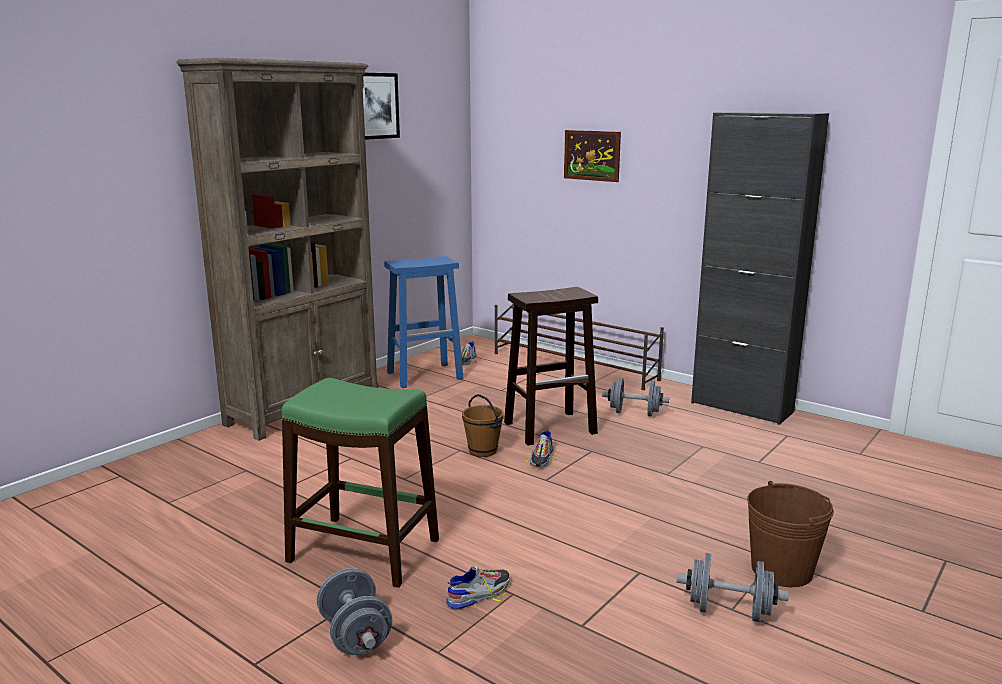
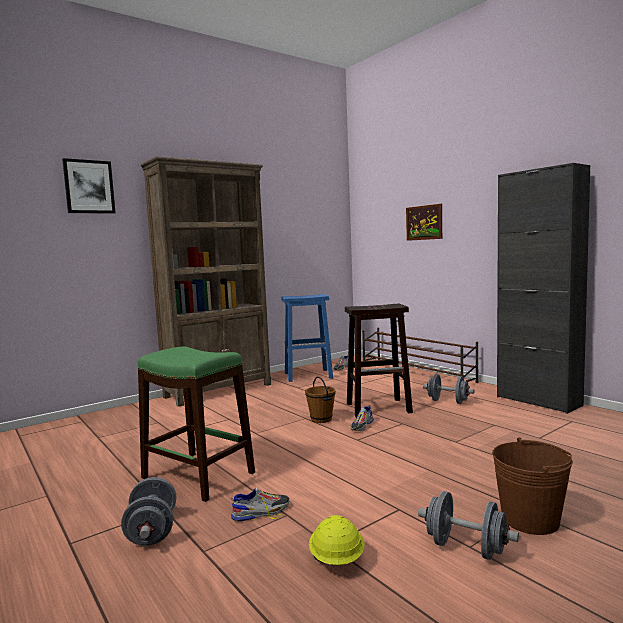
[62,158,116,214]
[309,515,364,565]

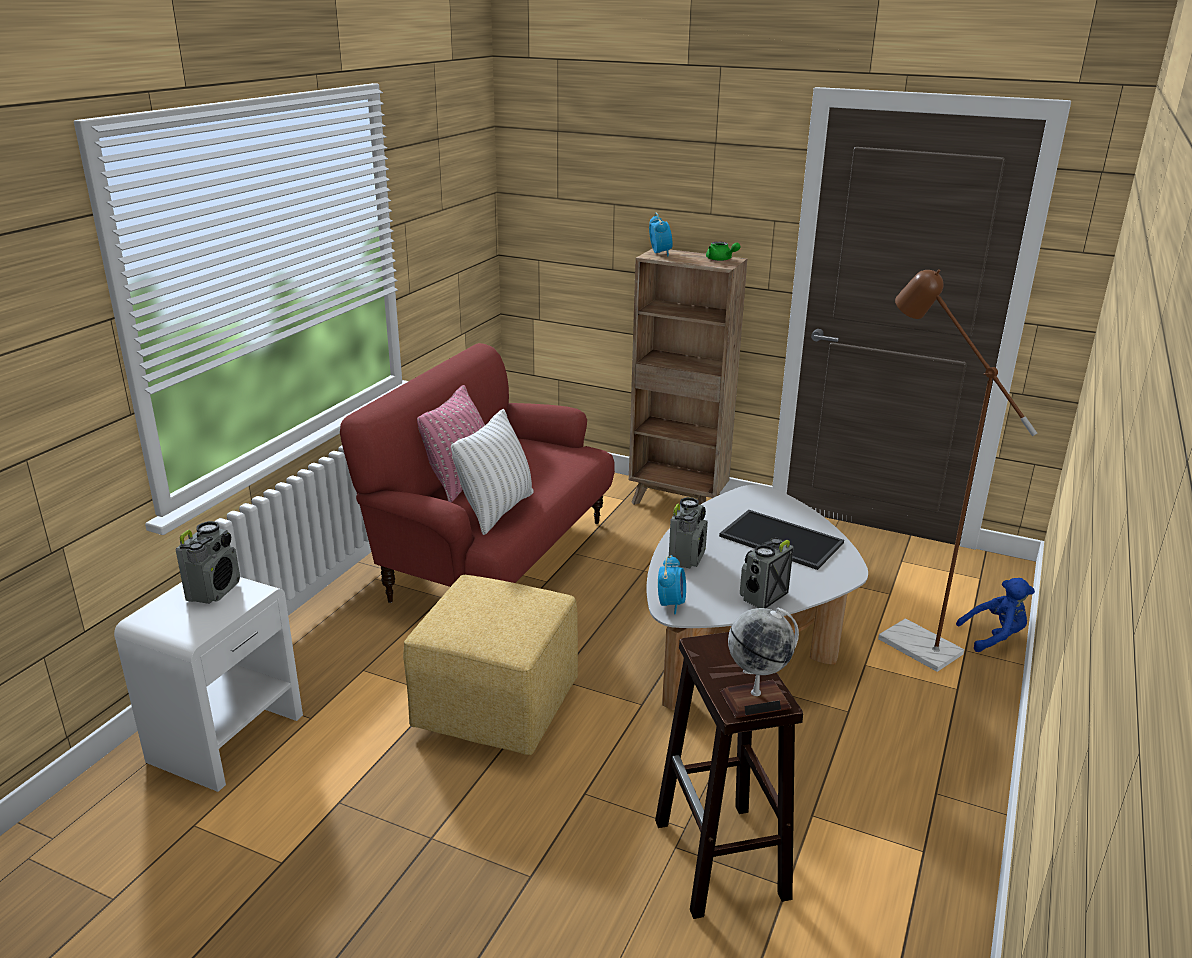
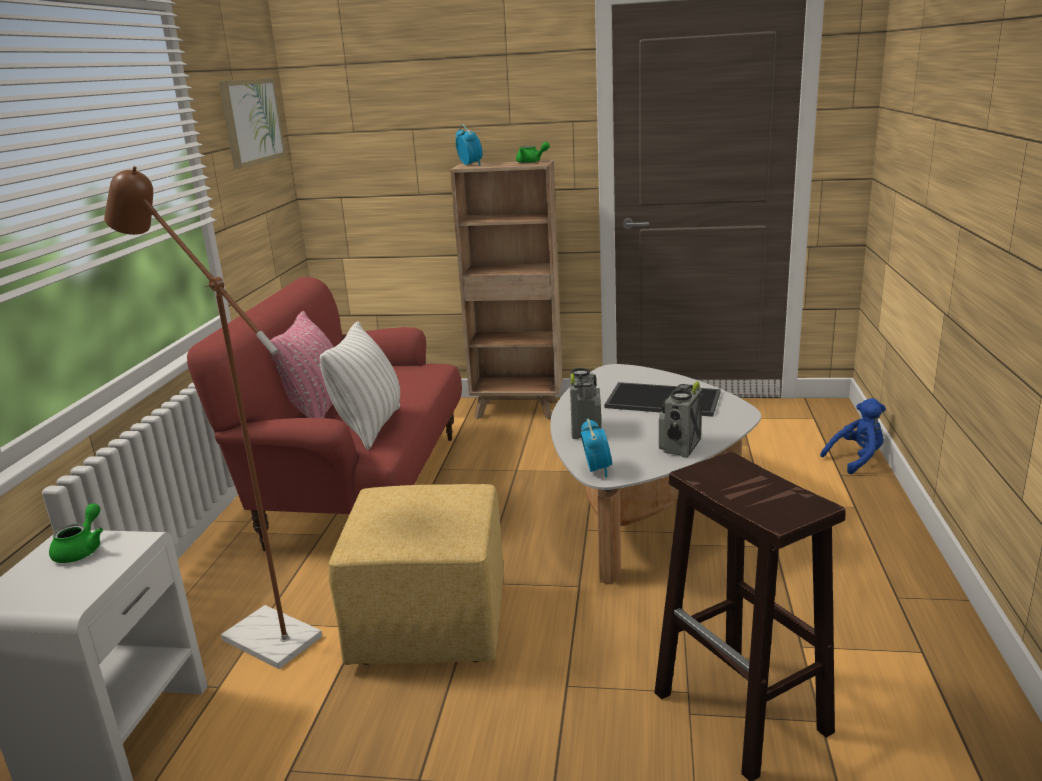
[49,503,103,563]
[720,608,799,718] (first image)
[104,166,322,669]
[219,78,286,169]

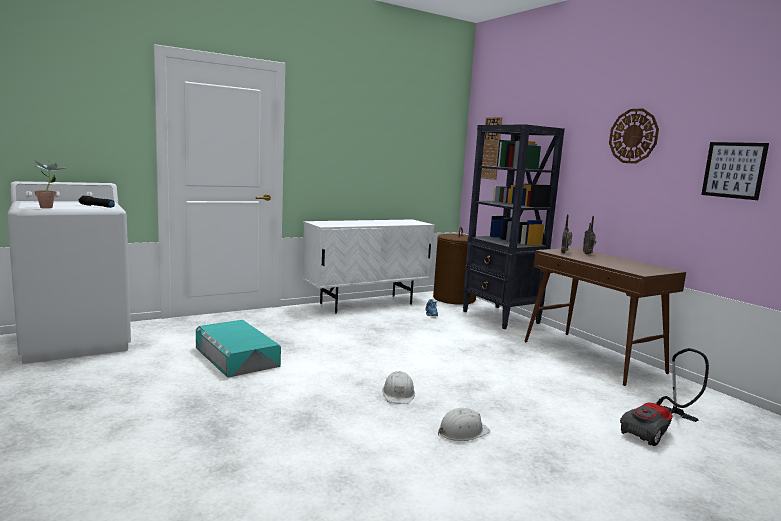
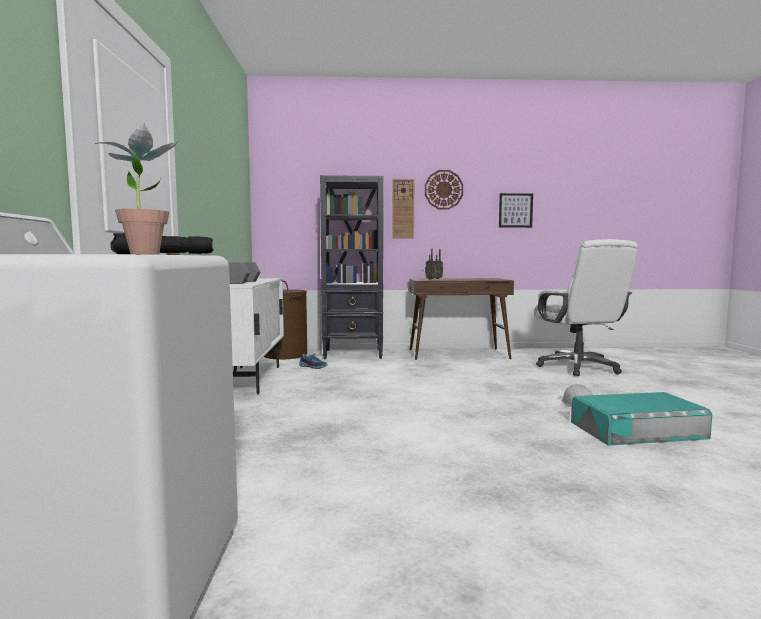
[571,392,712,445]
[382,371,415,404] (first image)
[392,179,414,238]
[534,239,638,376]
[228,262,260,284]

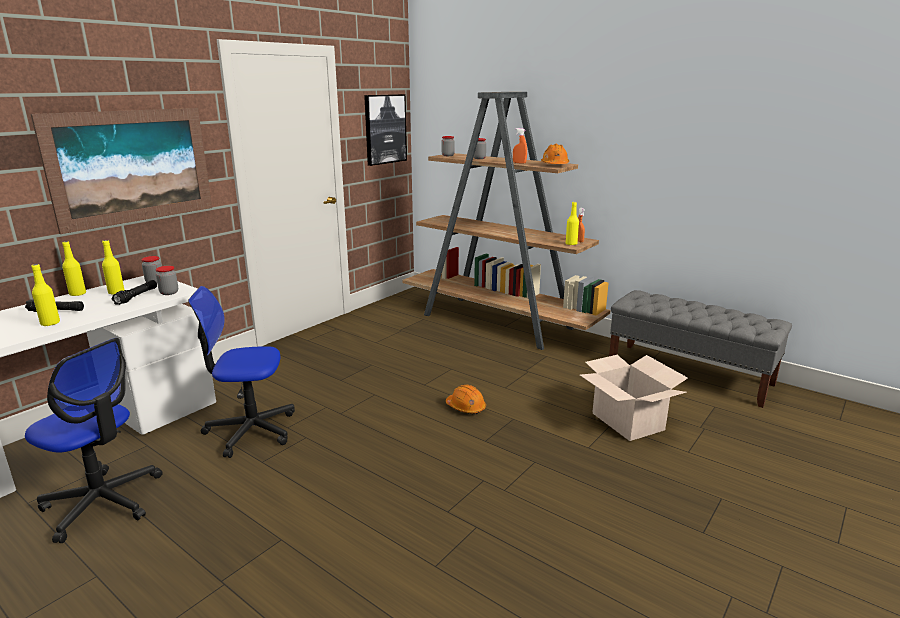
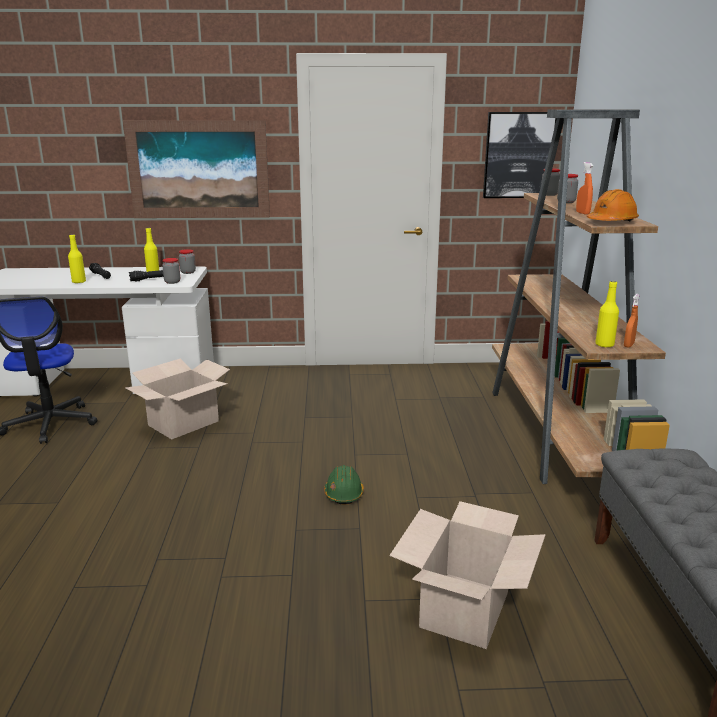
[62,241,86,296] (first image)
[125,359,230,439]
[324,465,364,505]

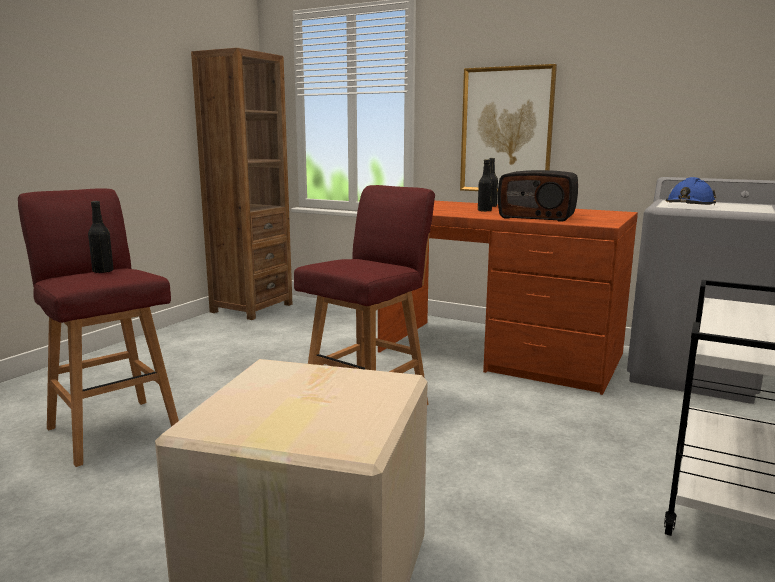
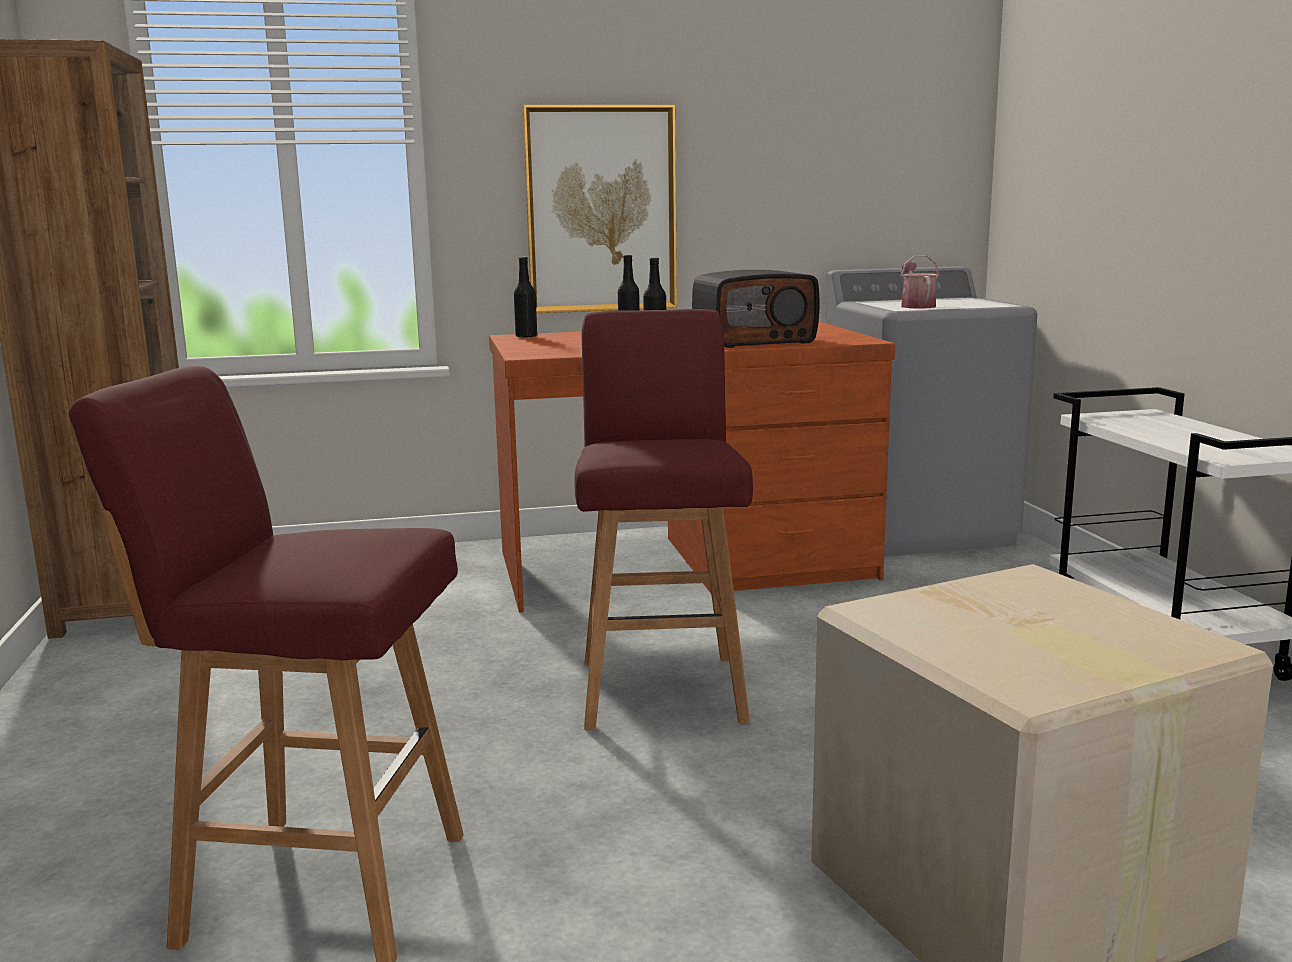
[514,257,537,338]
[901,255,940,308]

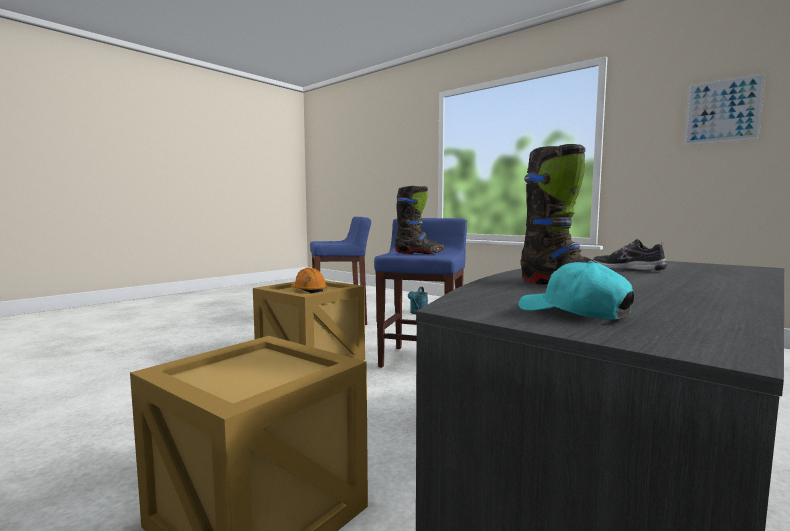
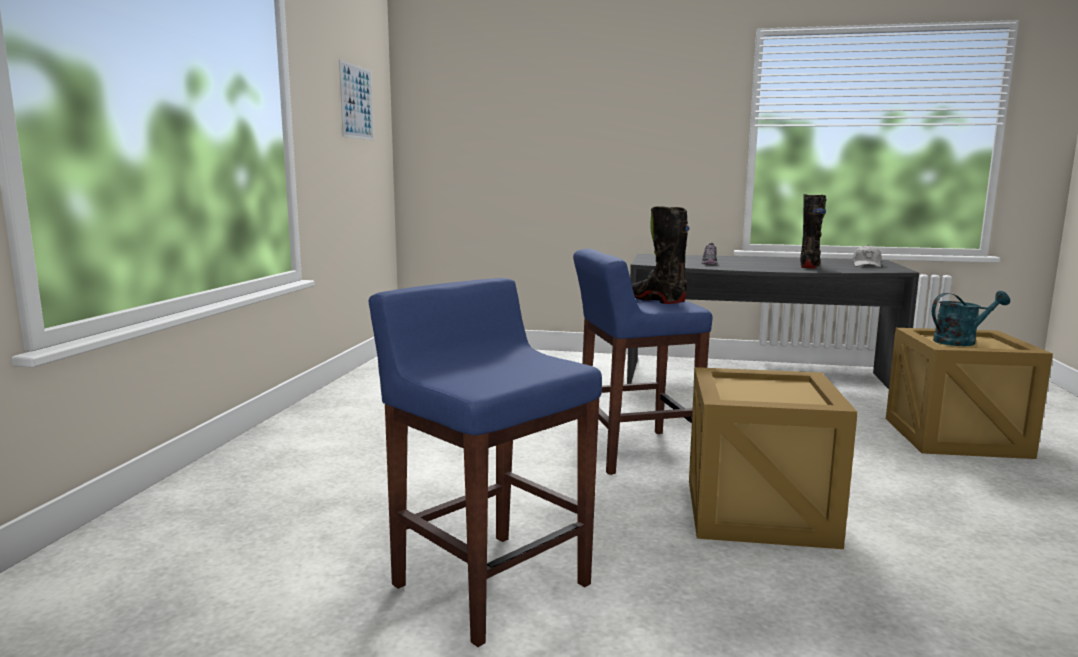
[291,267,327,293] (first image)
[932,291,1010,346]
[852,245,882,267]

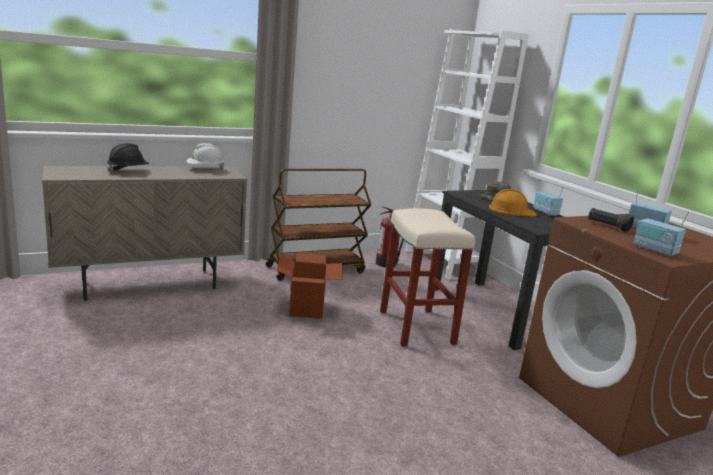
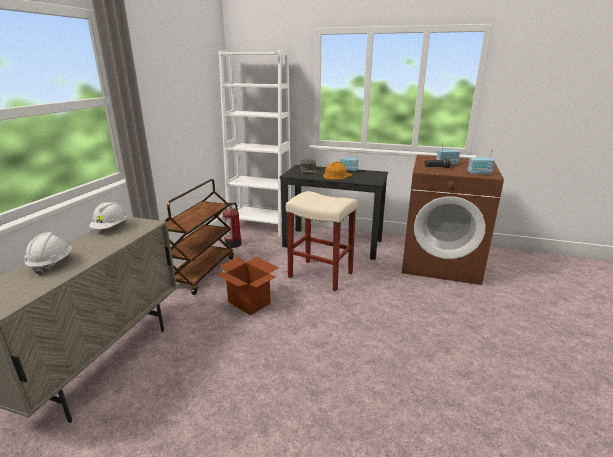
[25,232,72,275]

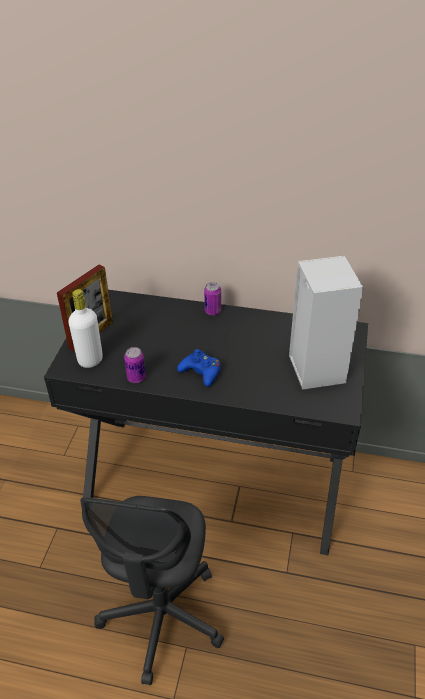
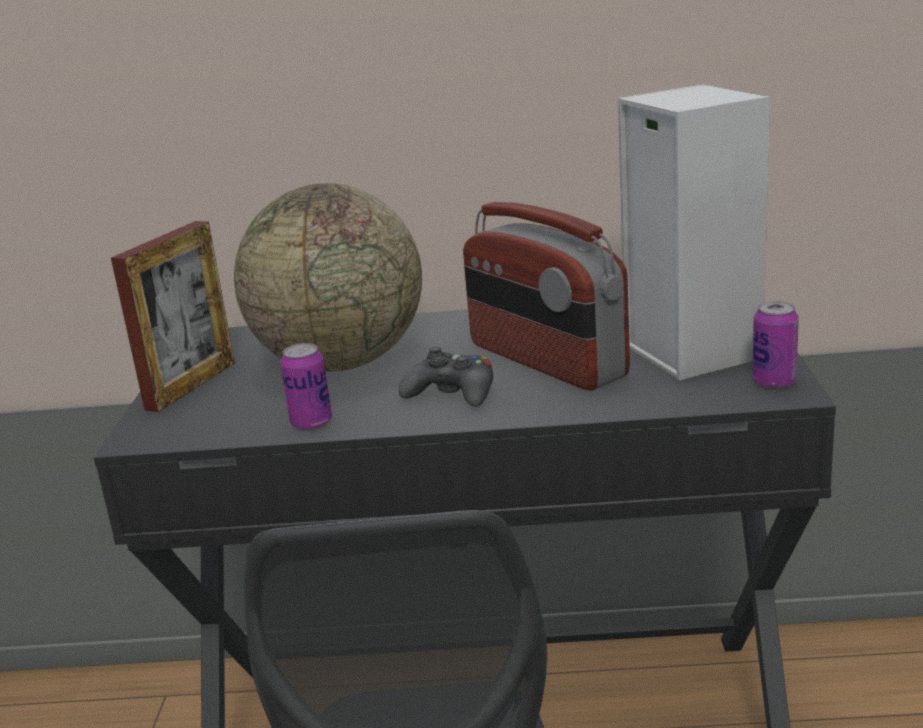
[69,289,103,368] (first image)
[398,347,493,407]
[752,301,799,389]
[234,183,422,372]
[463,202,630,390]

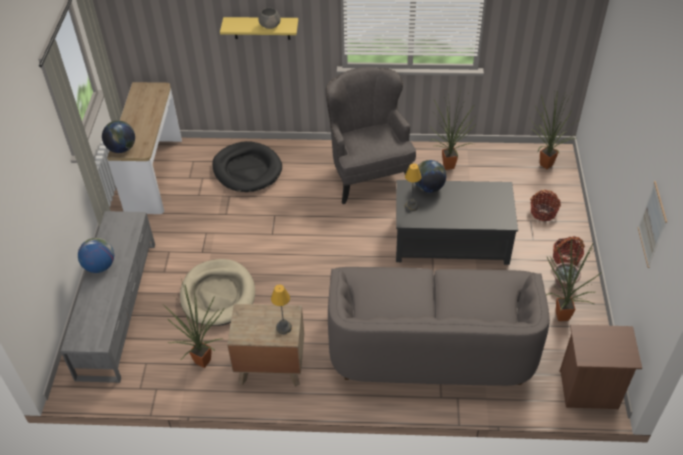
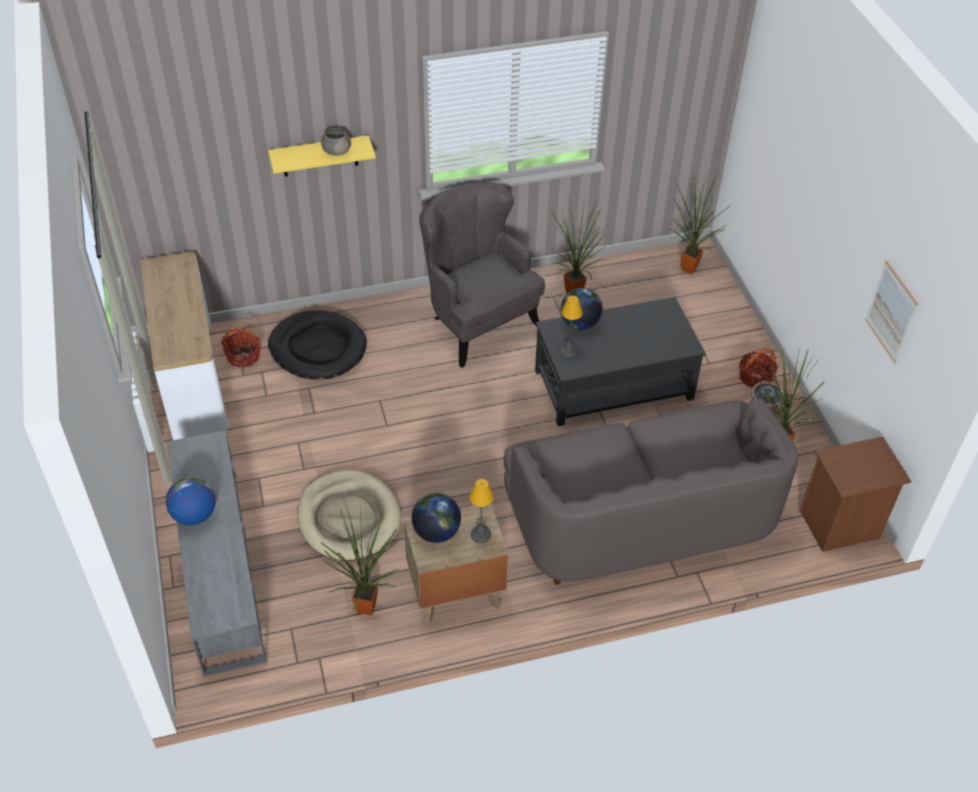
[412,493,461,543]
[221,327,261,368]

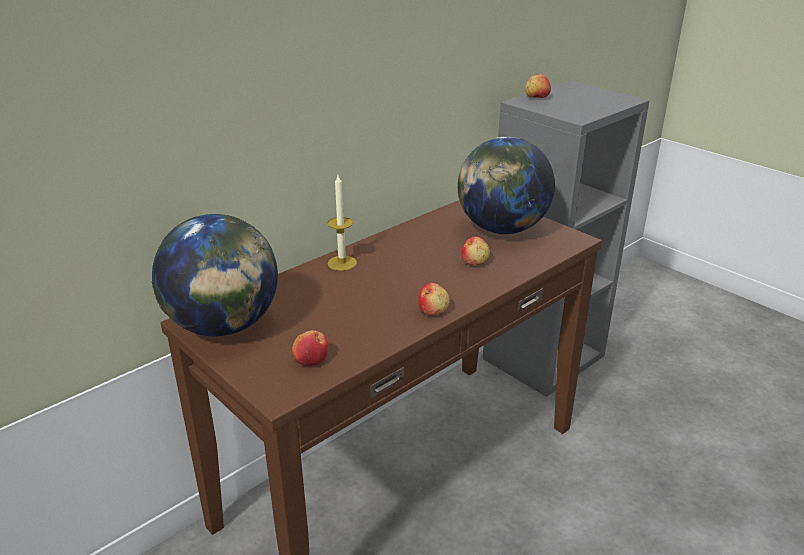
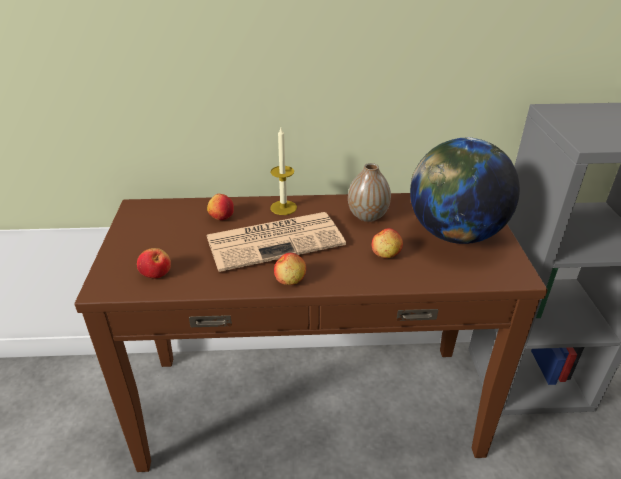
[152,214,278,336] (first image)
[207,194,234,220]
[207,212,346,272]
[348,163,391,222]

